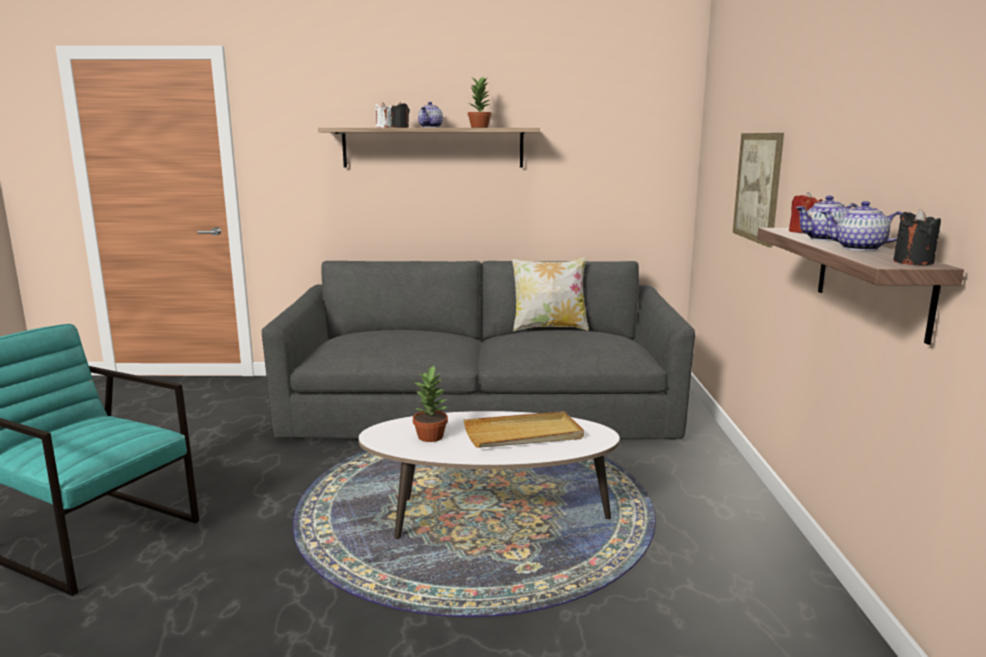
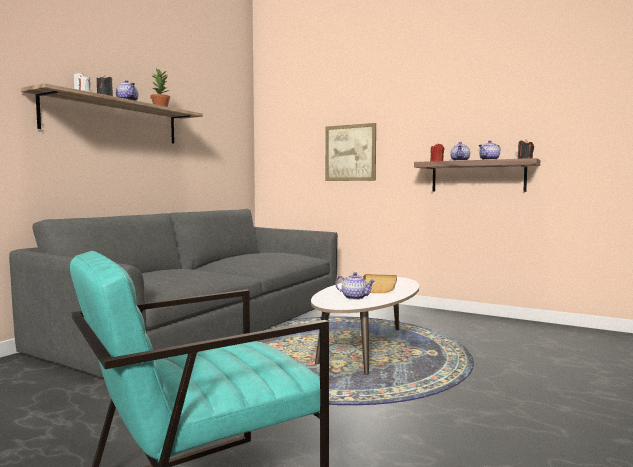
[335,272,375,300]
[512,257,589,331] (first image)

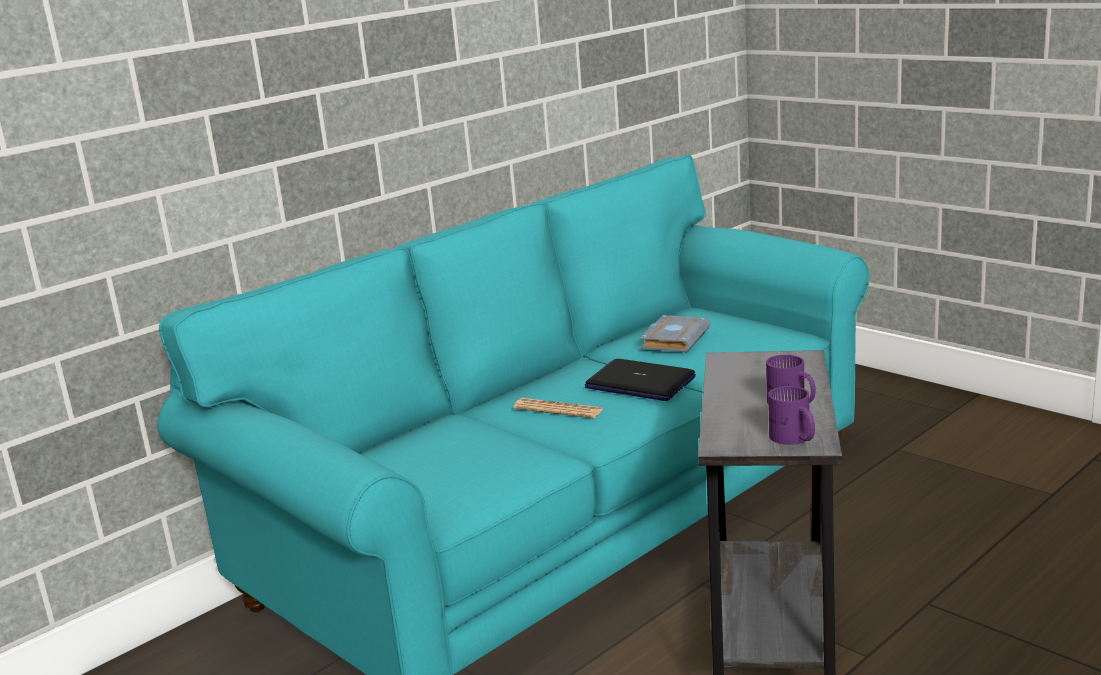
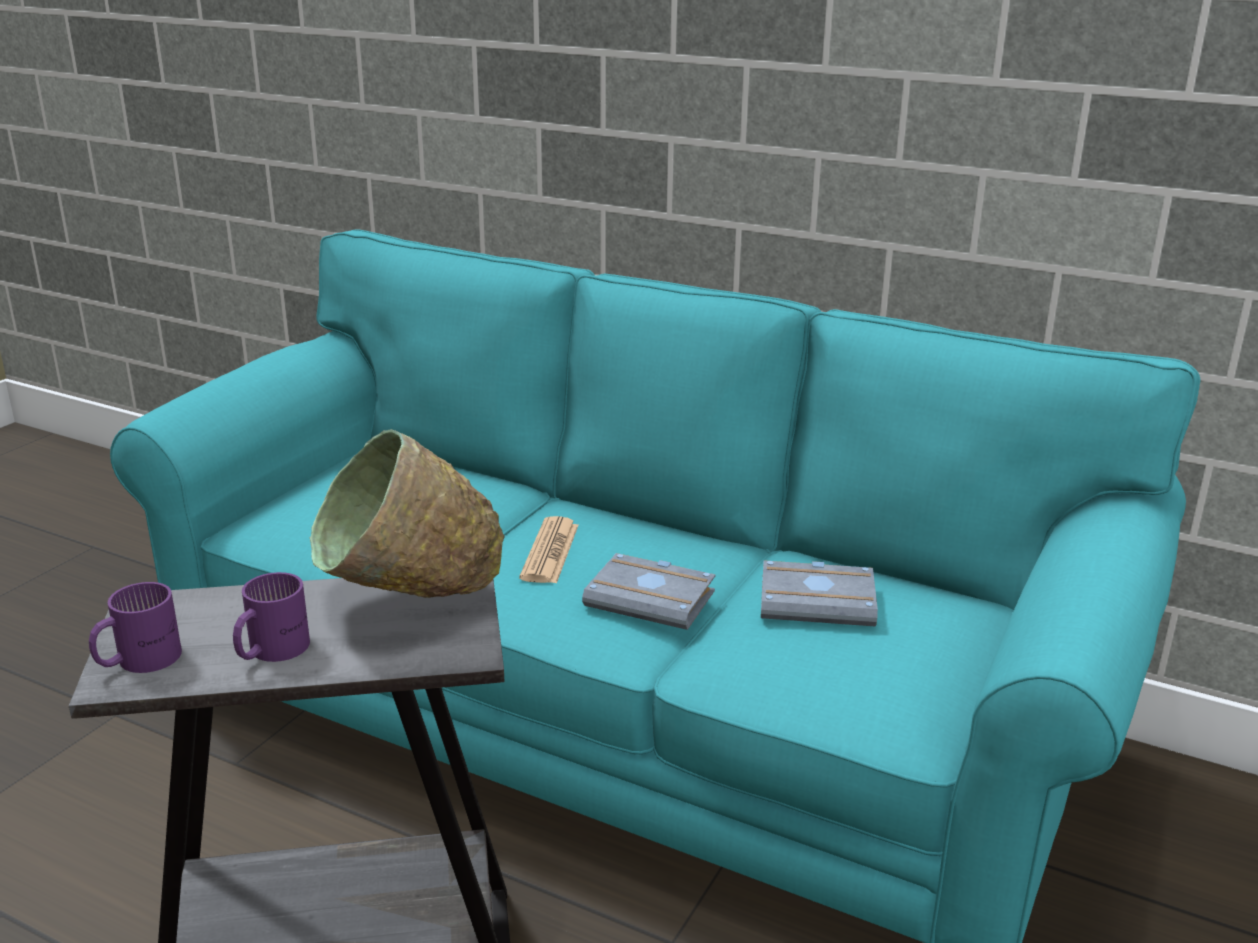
[582,553,715,630]
[310,429,505,598]

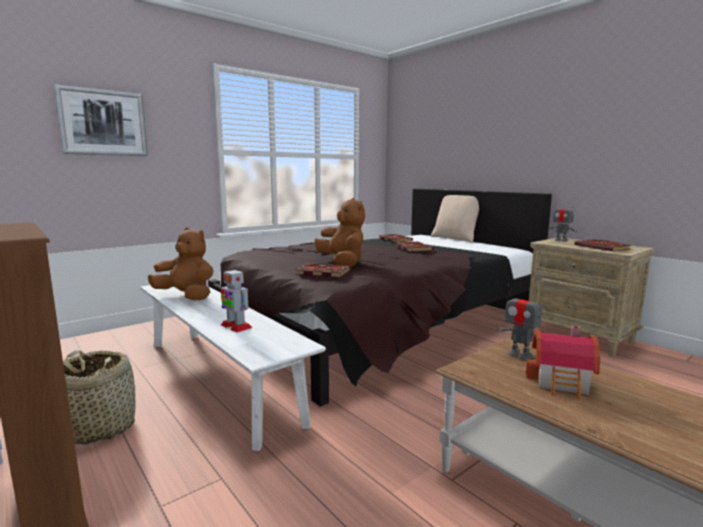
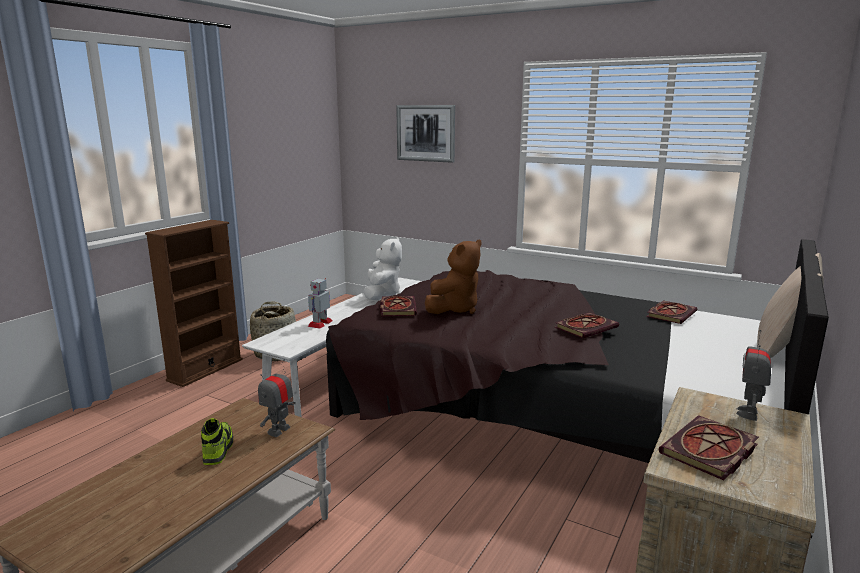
[363,237,402,300]
[201,418,233,465]

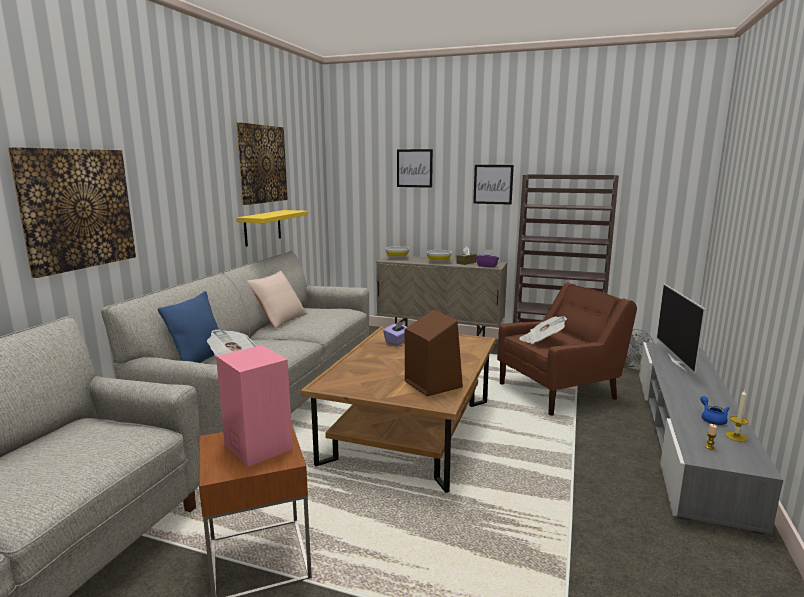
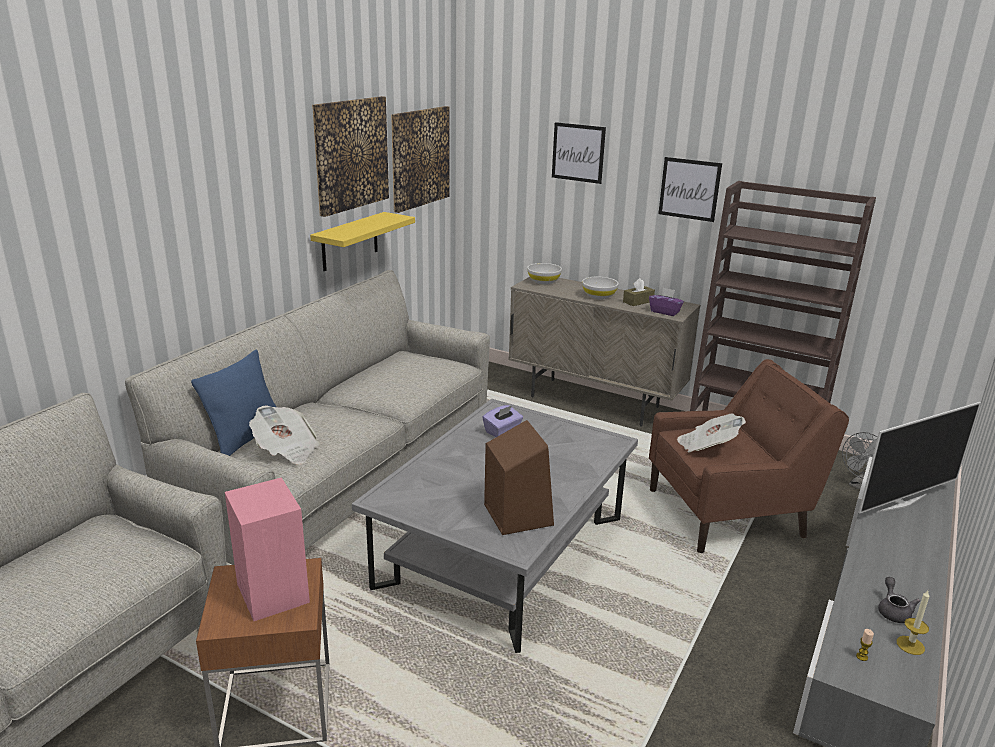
[391,106,450,213]
[247,271,308,328] (first image)
[352,399,638,653]
[858,402,981,514]
[878,577,920,623]

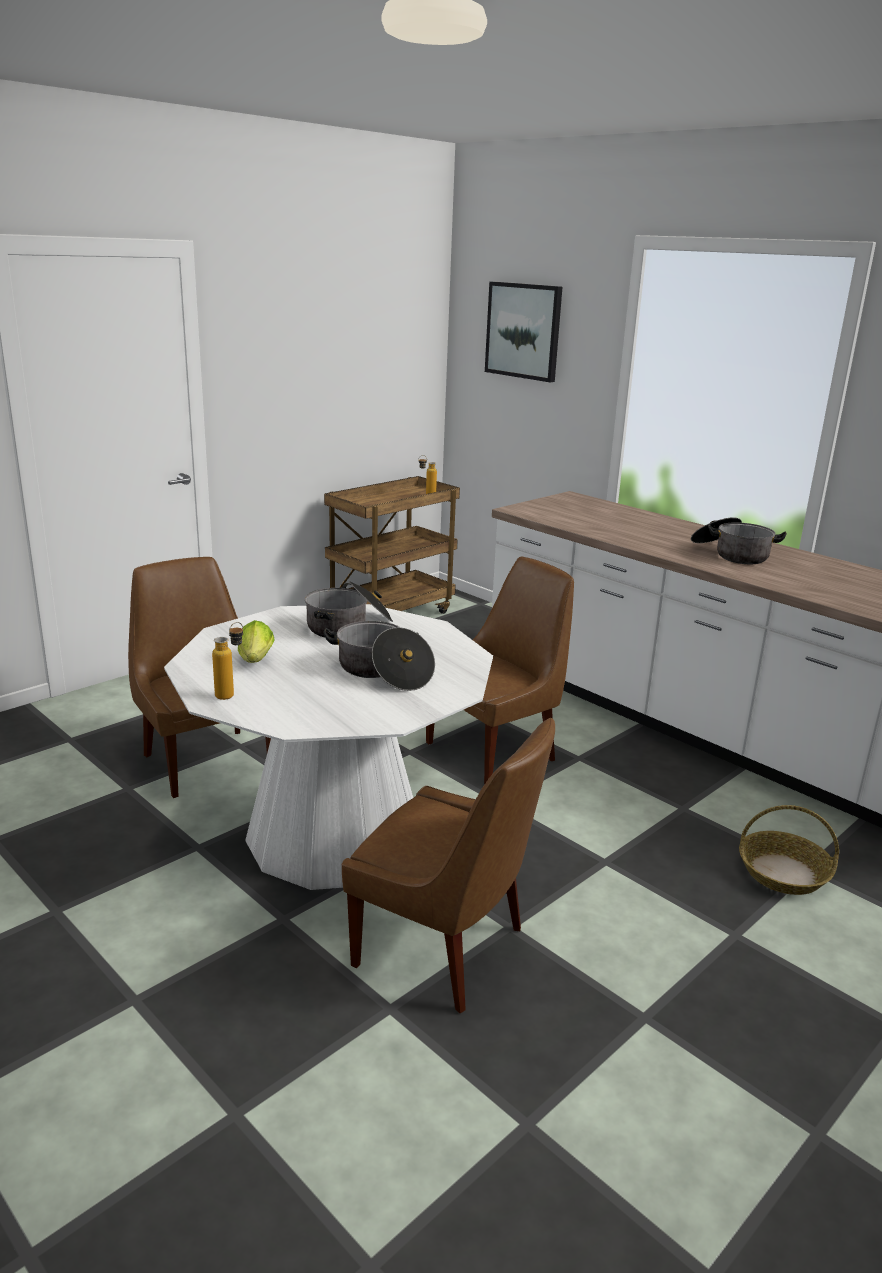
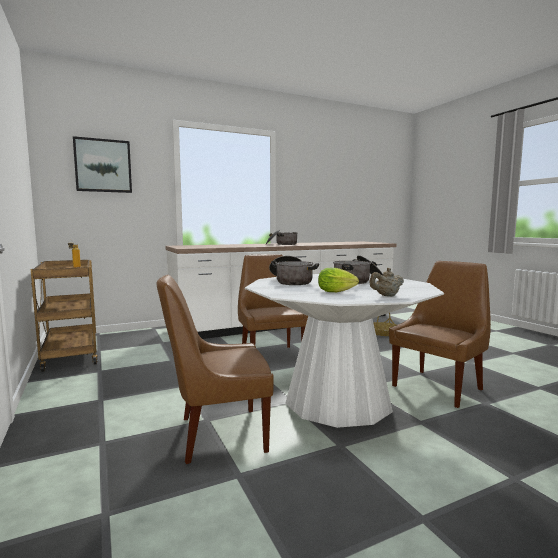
[369,268,404,297]

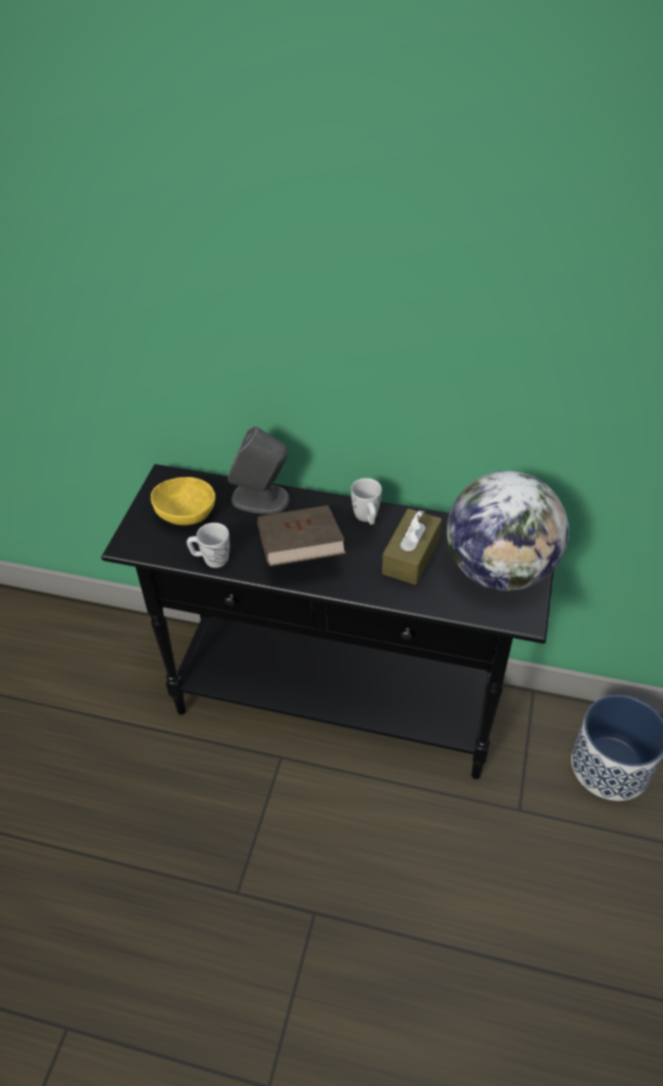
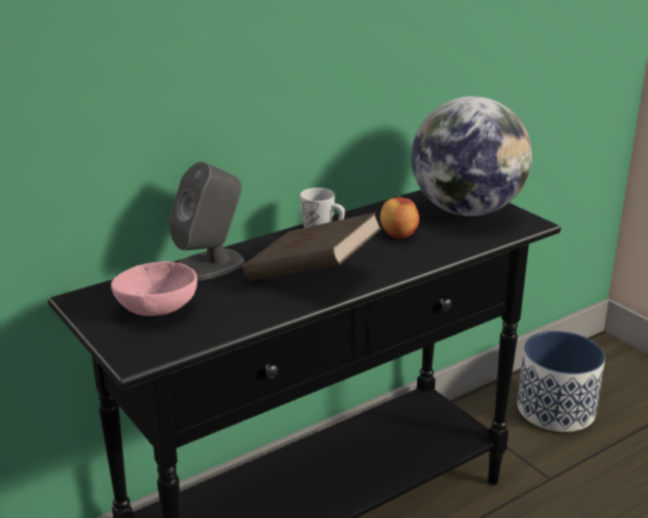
[111,261,197,316]
[187,523,230,568] (first image)
[380,196,419,238]

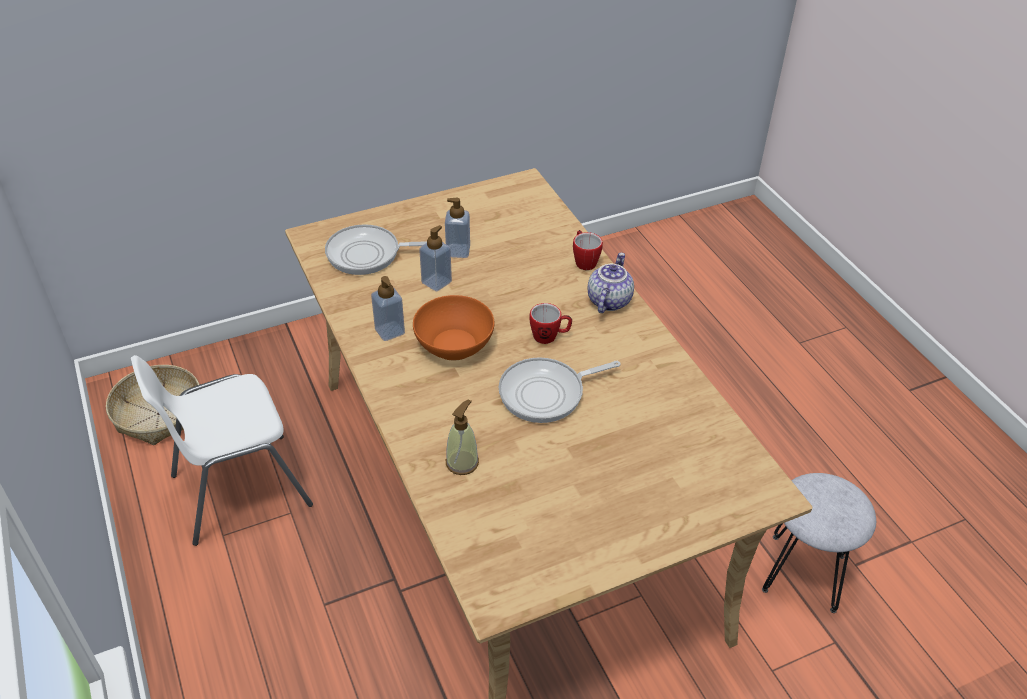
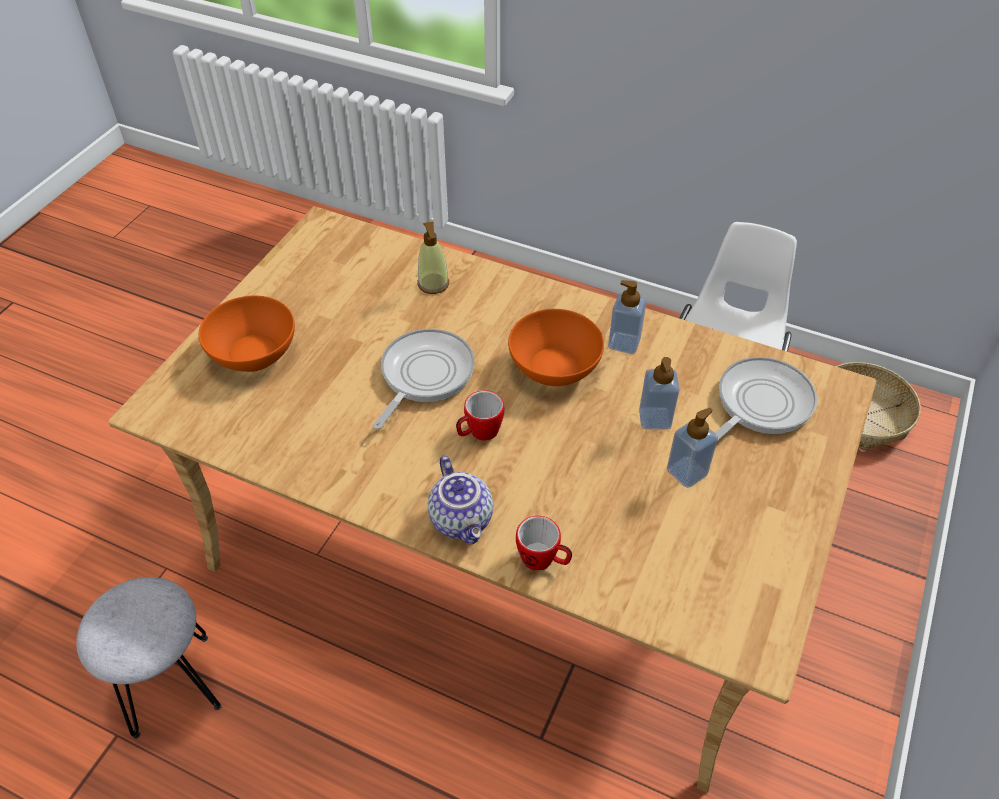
[199,295,295,372]

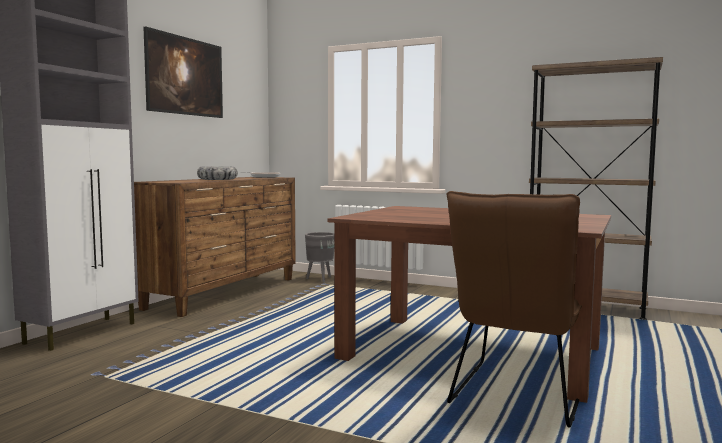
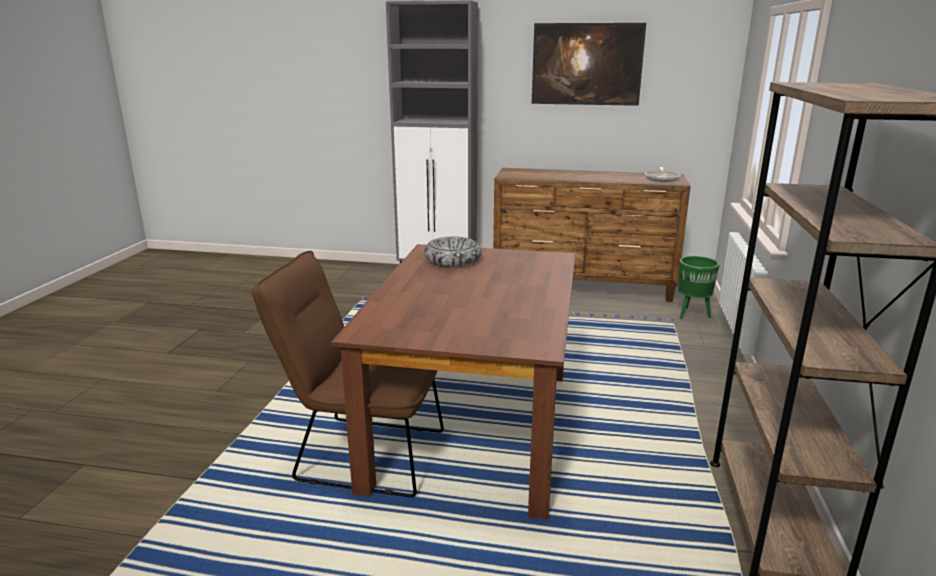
[424,237,481,267]
[678,256,720,319]

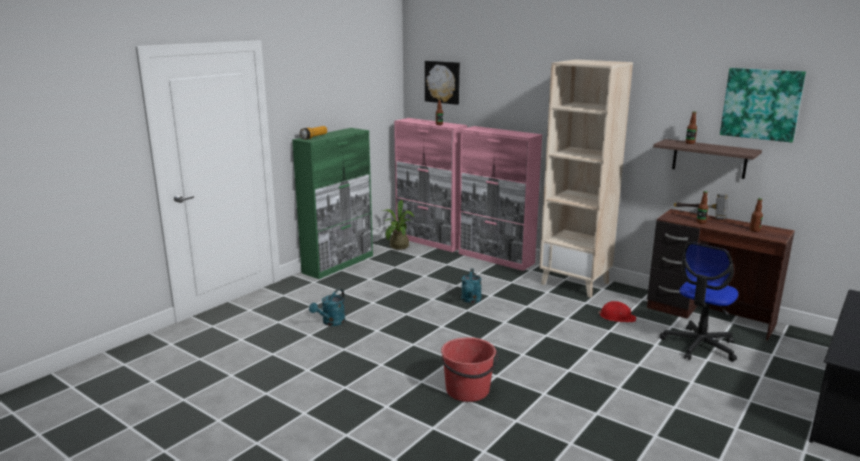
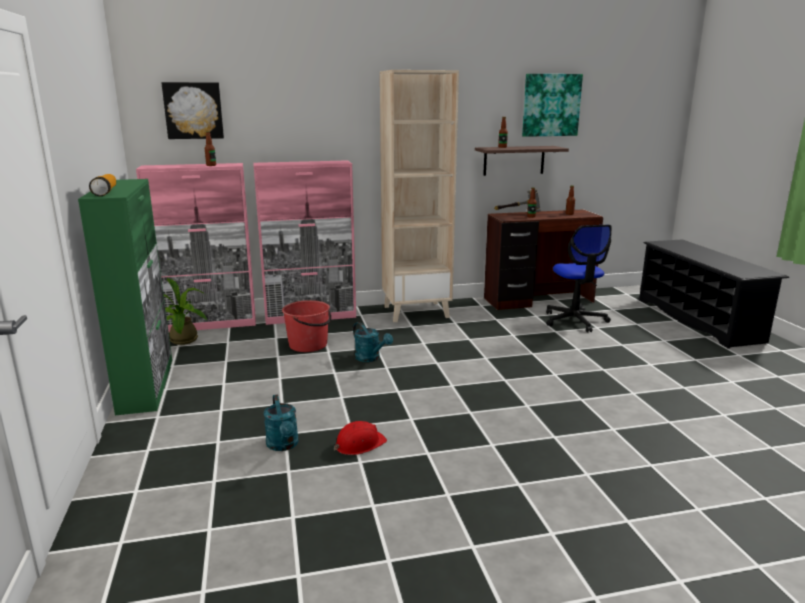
[282,300,331,352]
[334,421,387,455]

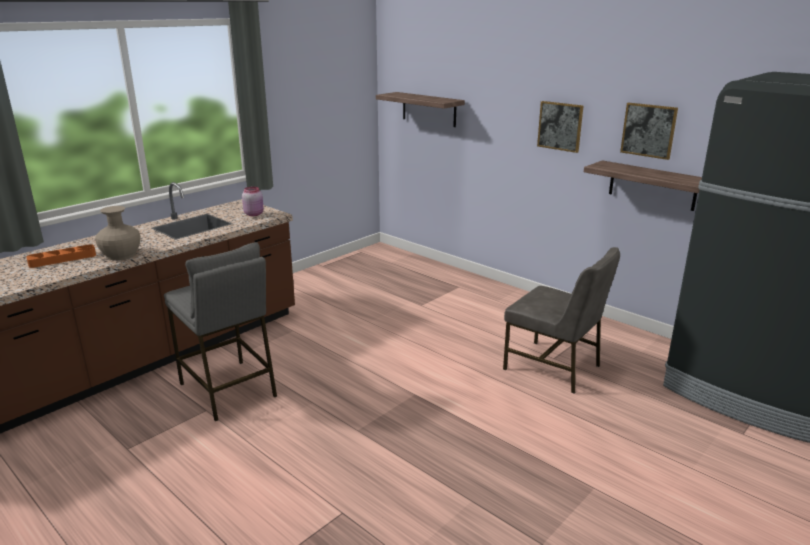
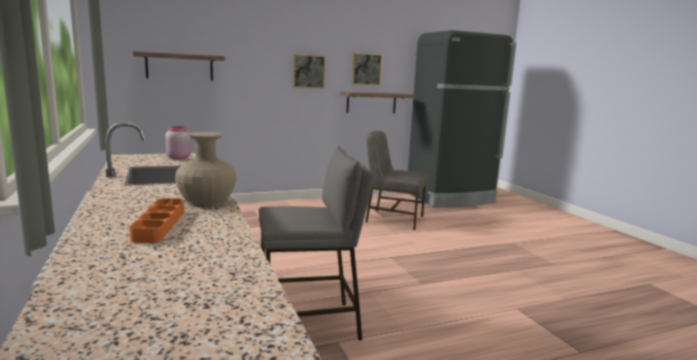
[365,130,428,230]

